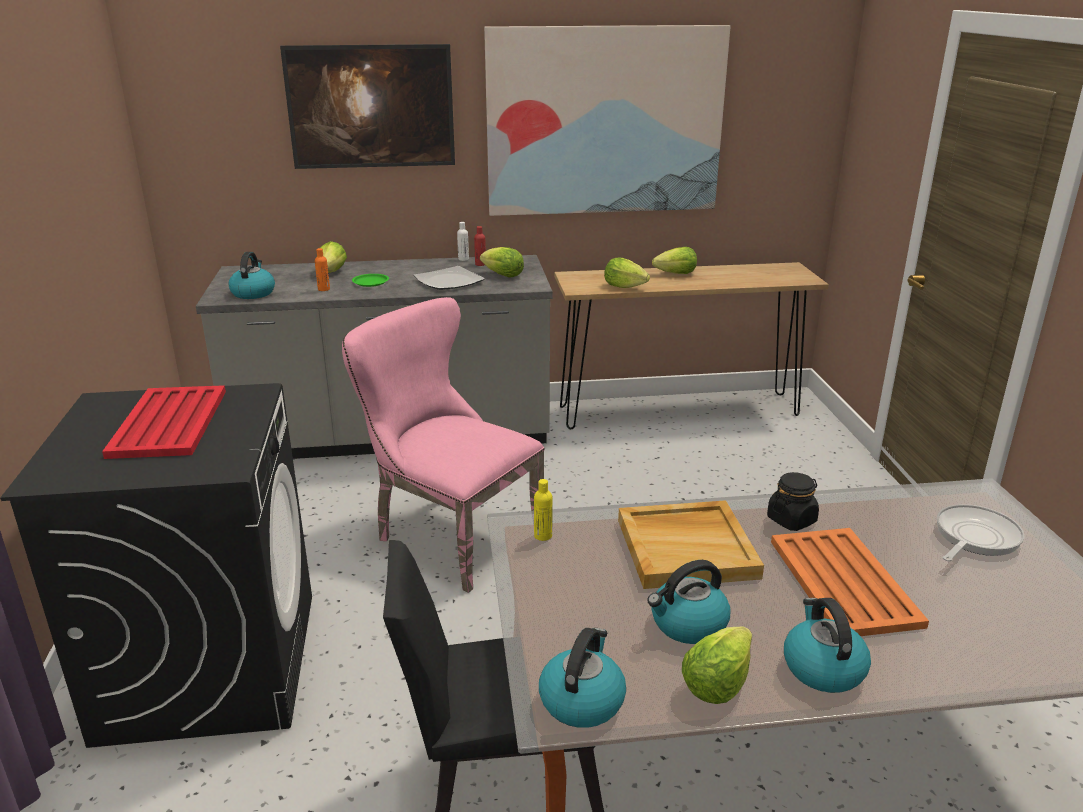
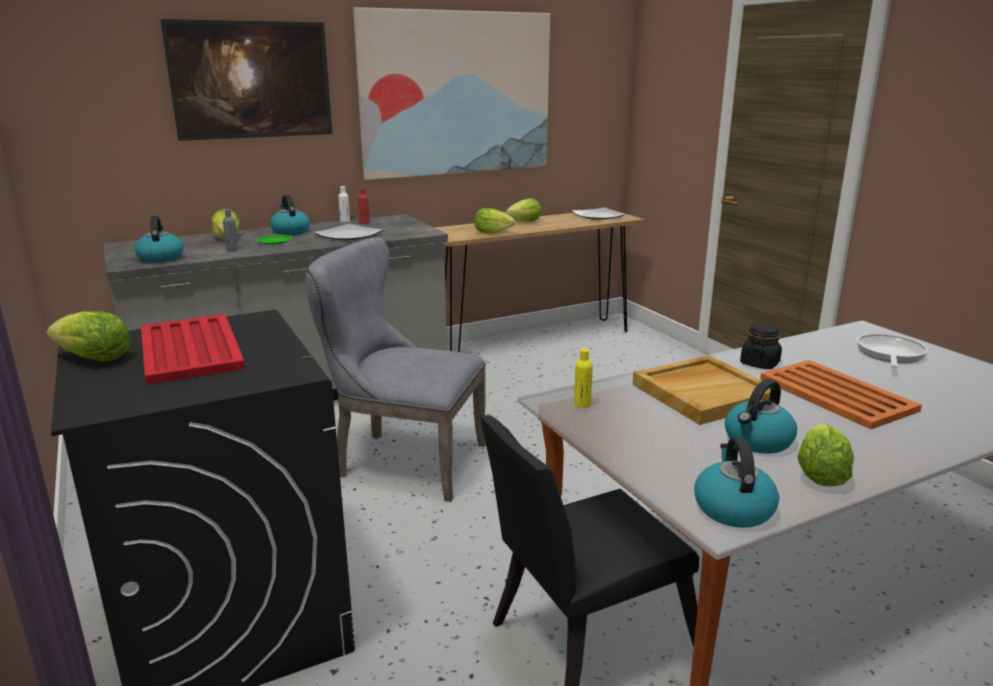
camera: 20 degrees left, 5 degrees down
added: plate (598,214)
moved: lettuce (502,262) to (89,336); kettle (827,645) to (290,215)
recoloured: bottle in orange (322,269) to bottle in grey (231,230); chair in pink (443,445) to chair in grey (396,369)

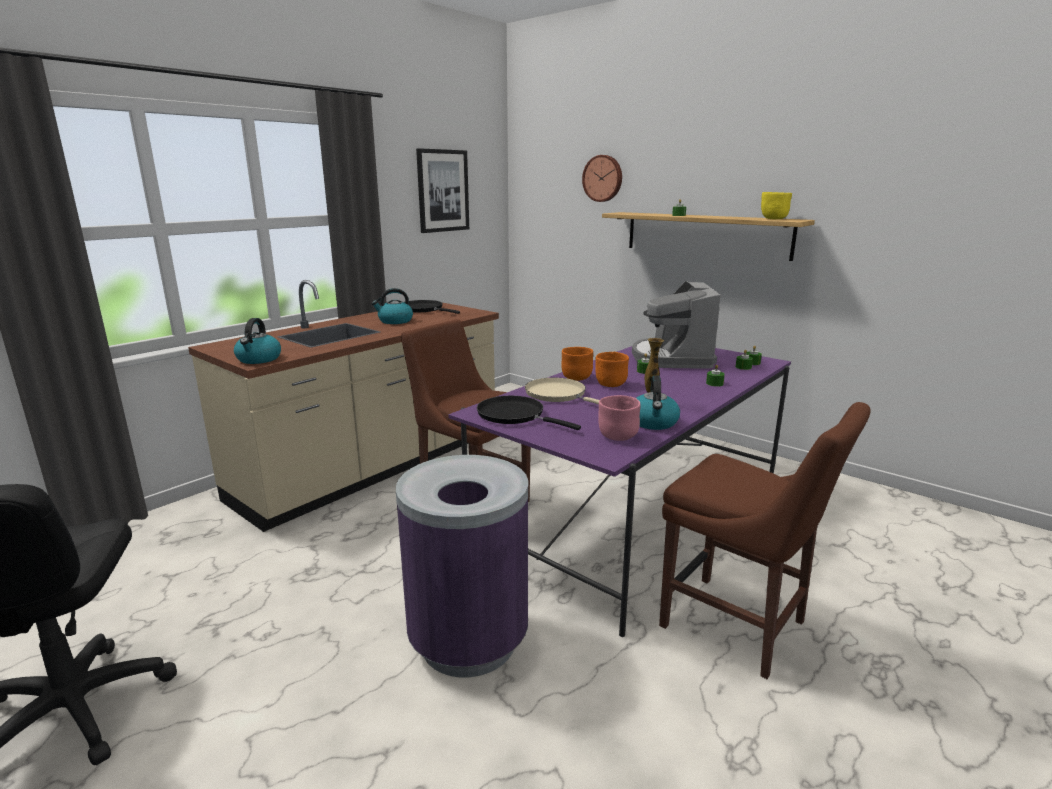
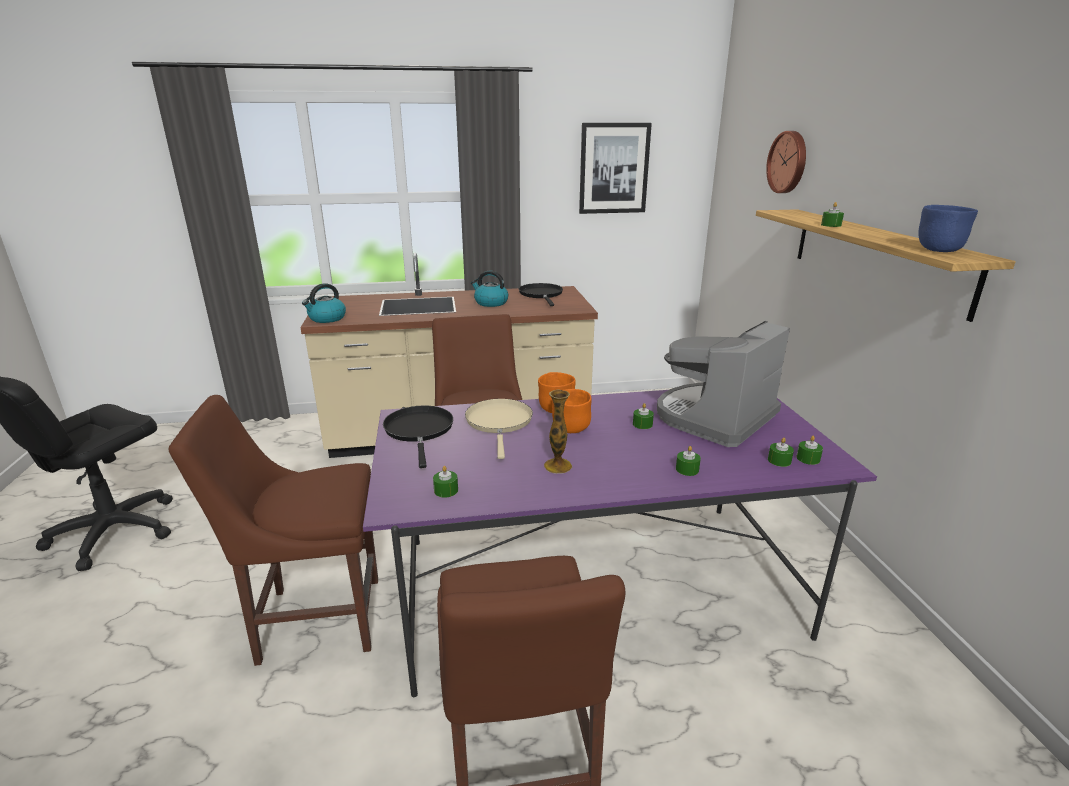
camera: 40 degrees right, 5 degrees up
removed: kettle (658,403)
replaced: trash can in purple (462,566) to chair in brown (273,530); bowl in pink (619,418) to candle in green (445,482)
recoloured: bowl in yellow (776,205) to bowl in blue (948,228)

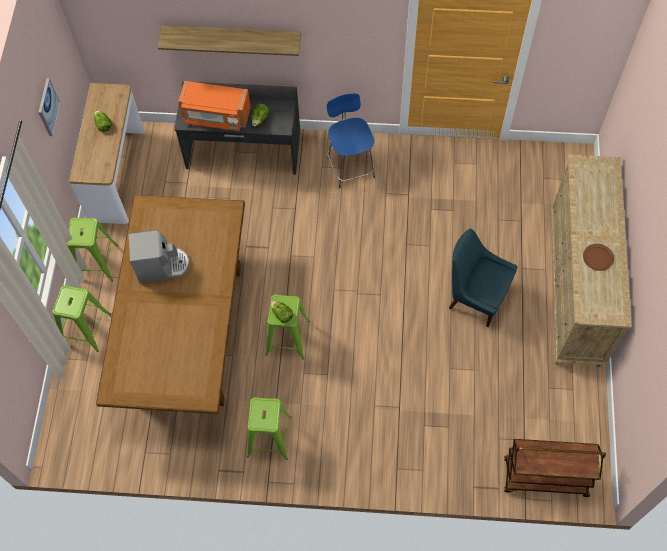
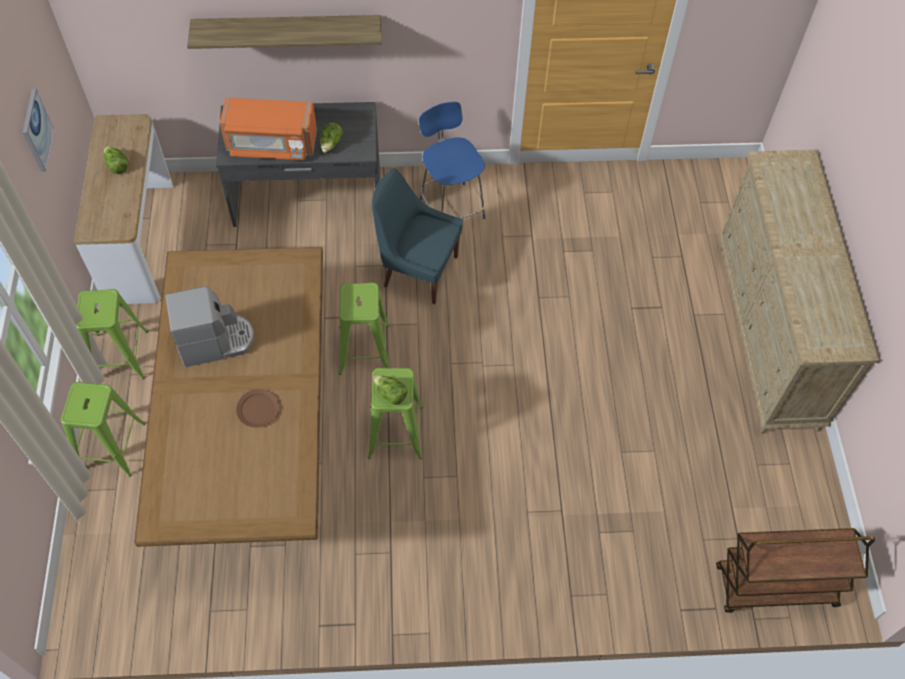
camera: 10 degrees left, 5 degrees down
moved: stool in green (269,428) to (364,328); chair in blue (483,278) to (417,236); plate in brown (598,257) to (258,408)

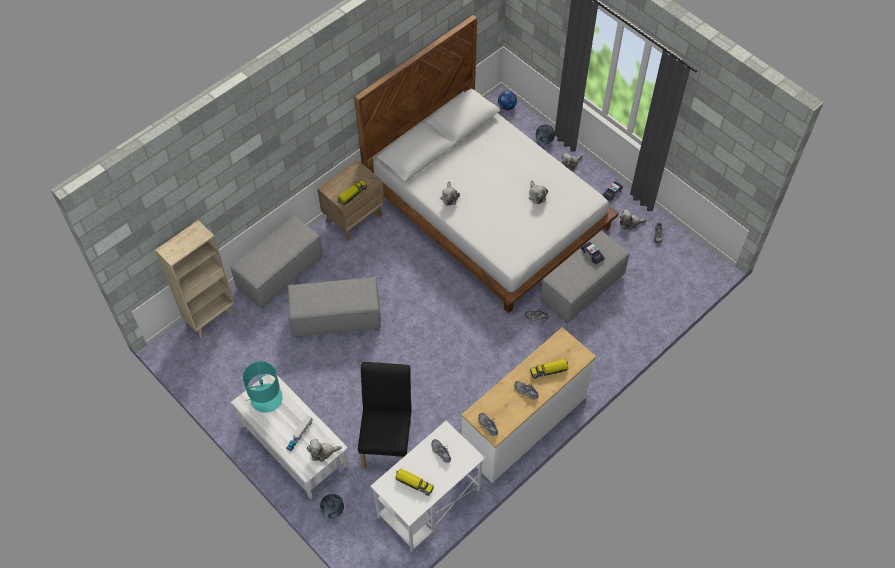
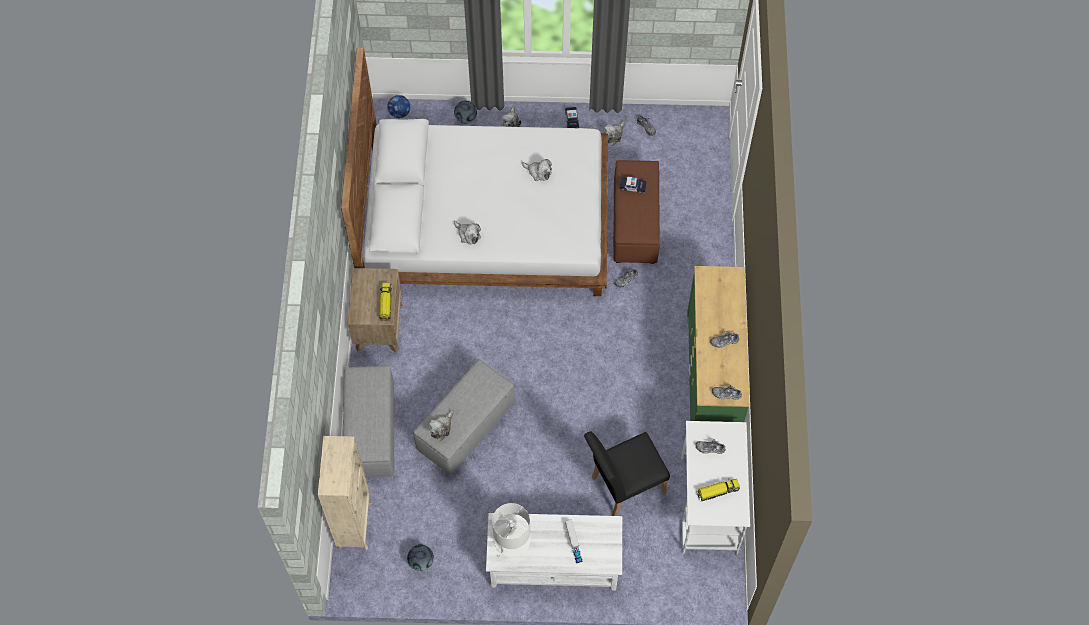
camera: 45 degrees left, 5 degrees up
removed: toy truck (549,369)
moved: plush toy (324,450) to (441,425); football (332,506) to (420,557)
recoloured: table lamp in turquoise (263,387) to table lamp in white (511,530); dresser in white (528,405) to dresser in green (718,344); ottoman in grey (585,276) to ottoman in brown (636,212)
turned: chair in black (385,415) = (627,473) 75 degrees counterclockwise

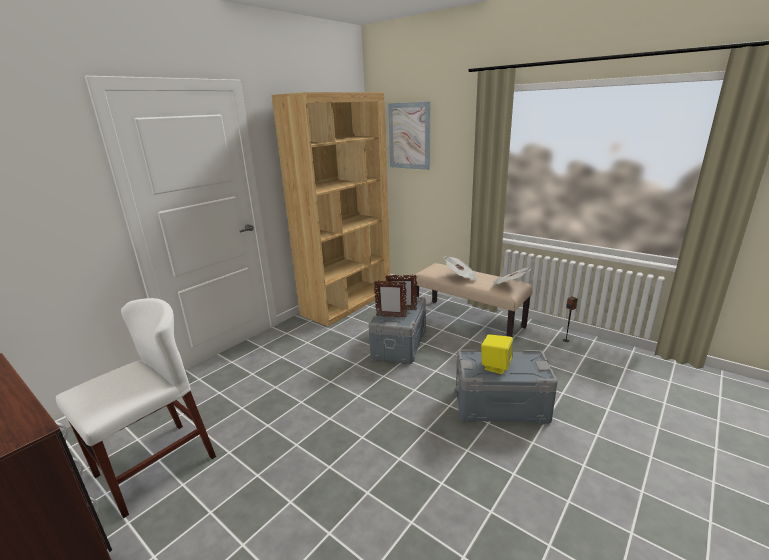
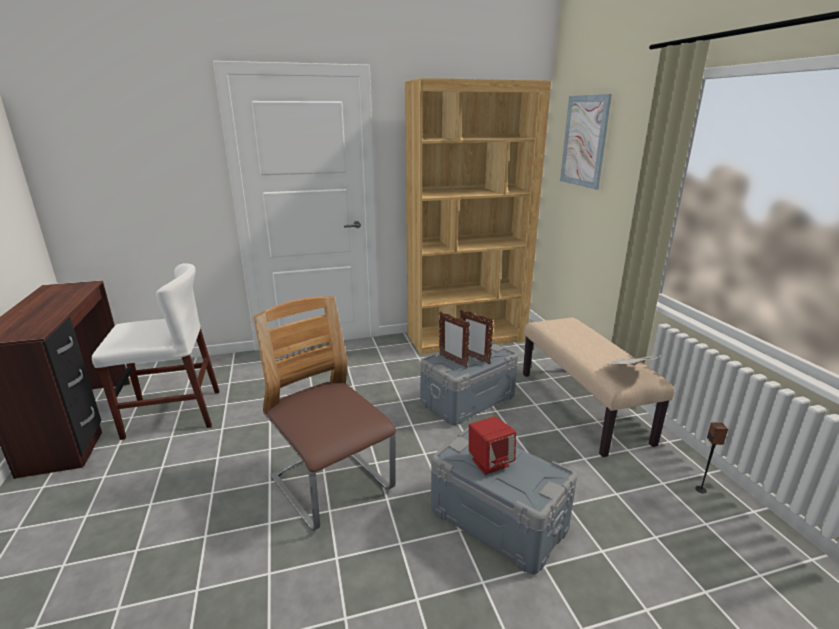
camera: 35 degrees right, 0 degrees up
removed: newspaper (460,268)
added: chair (324,413)
recoloured: speaker in yellow (497,354) to speaker in red (492,445)

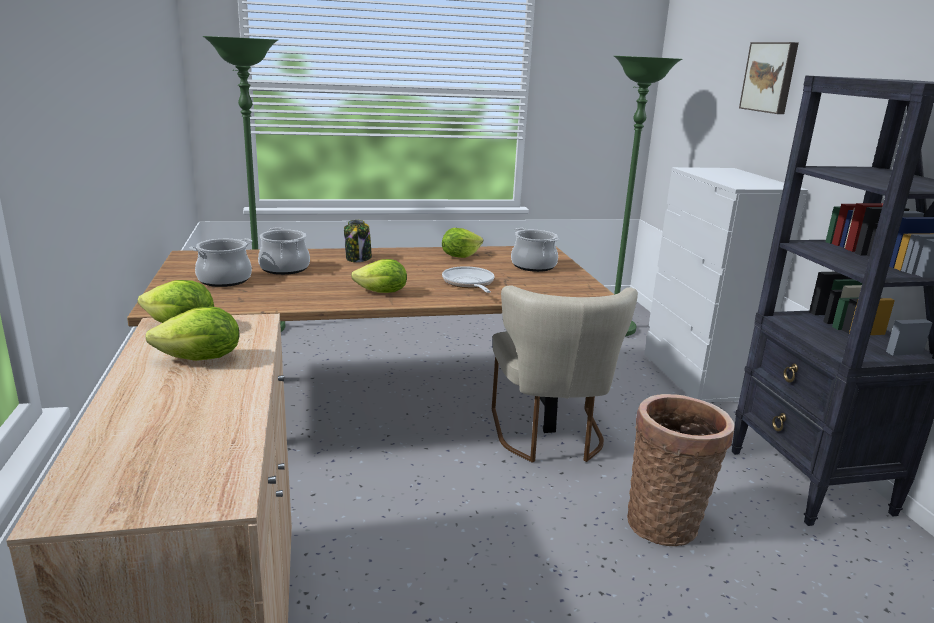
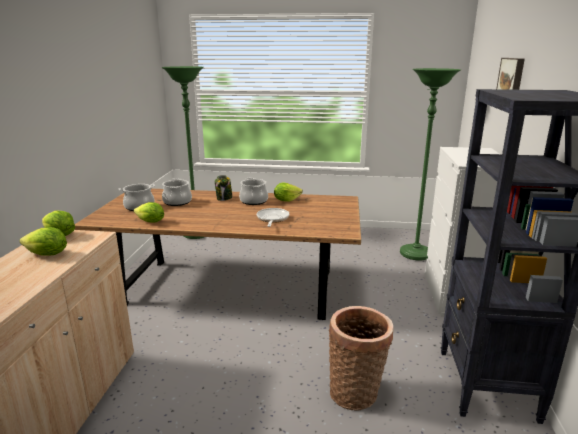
camera: 20 degrees right, 0 degrees up
removed: chair in beige (565,374)
moved: lettuce (379,276) to (149,212); cooking pot (535,250) to (253,191)

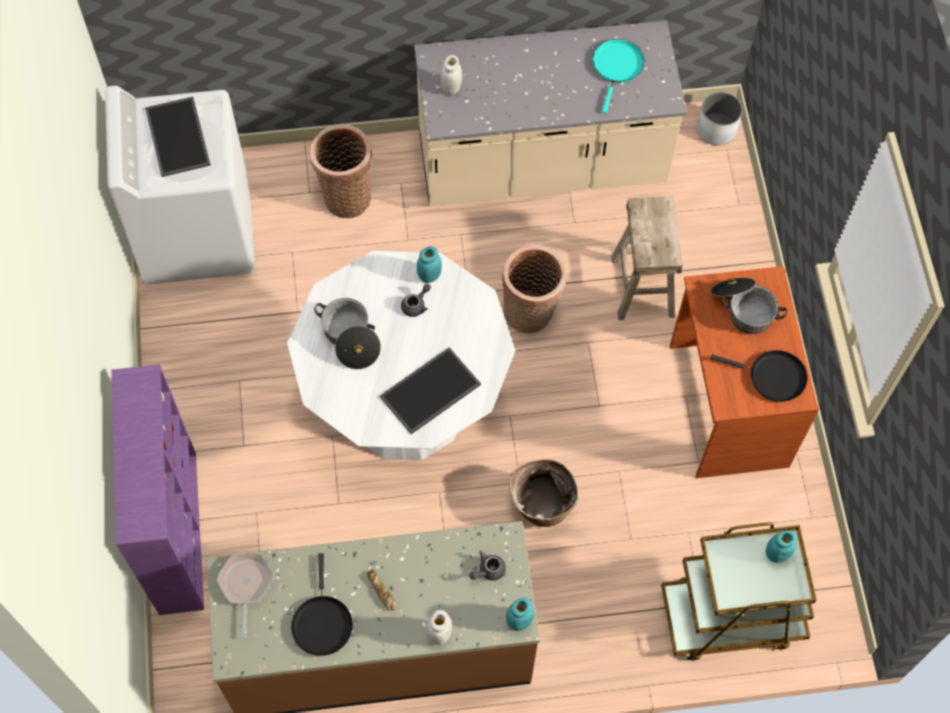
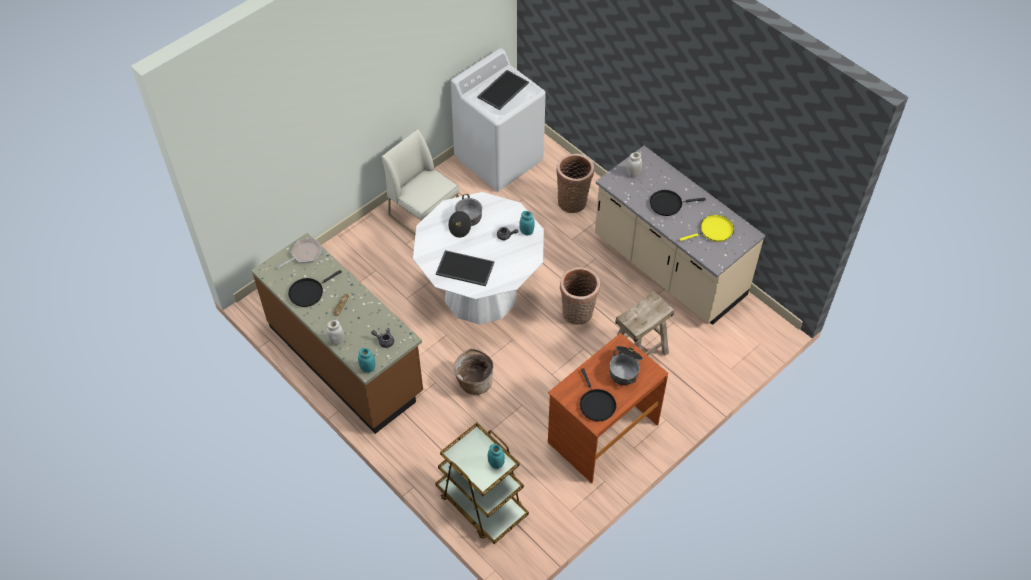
camera: 55 degrees right, 10 degrees down
removed: bookcase in purple (157,489); planter in white (720,118)
added: chair in white (420,182); frying pan in black (678,203)
recoloured: frying pan in turquoise (618,76) to frying pan in yellow (706,228)

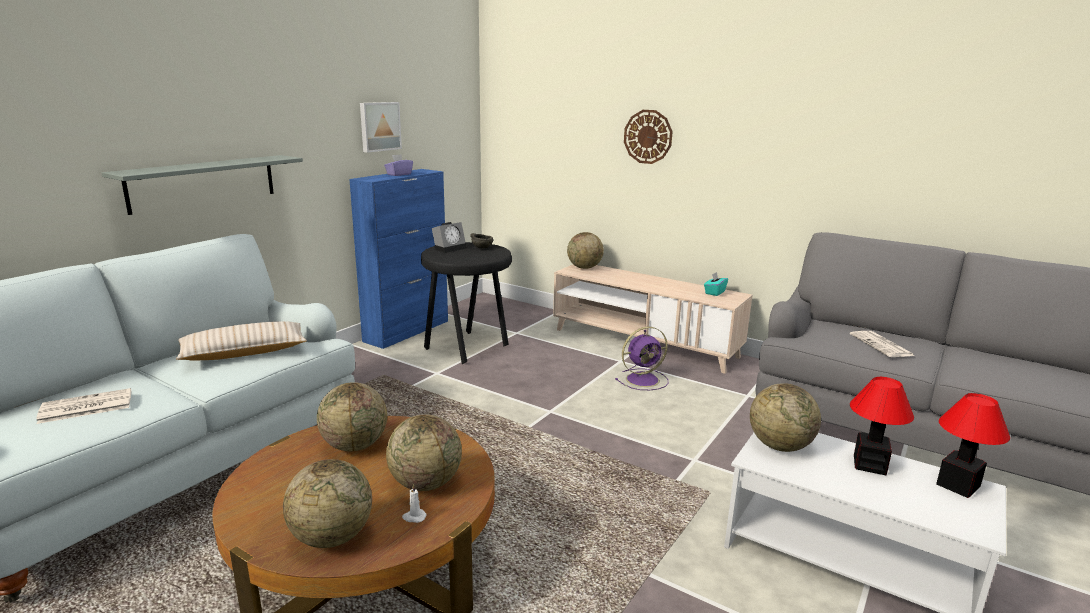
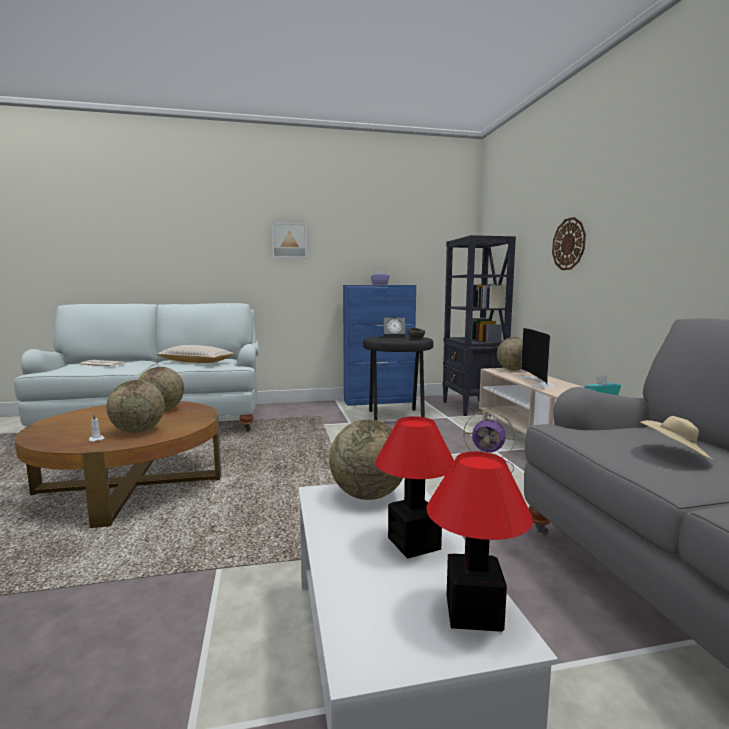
camera: 45 degrees right, 10 degrees down
removed: shelf in grey (202,185); globe (327,503)
added: bookcase in black (479,325); television (536,358)
moved: picture (381,127) to (289,240)
replaced: newspaper (882,344) to hat in beige (677,438)

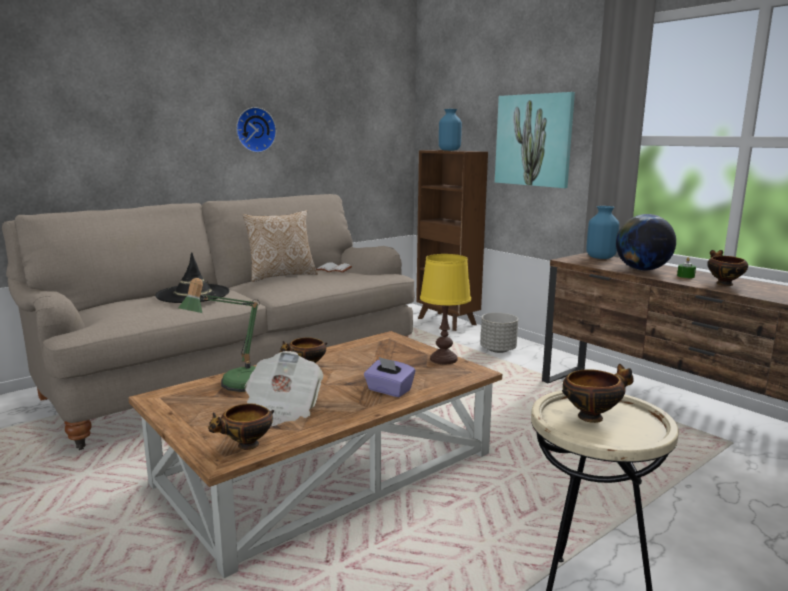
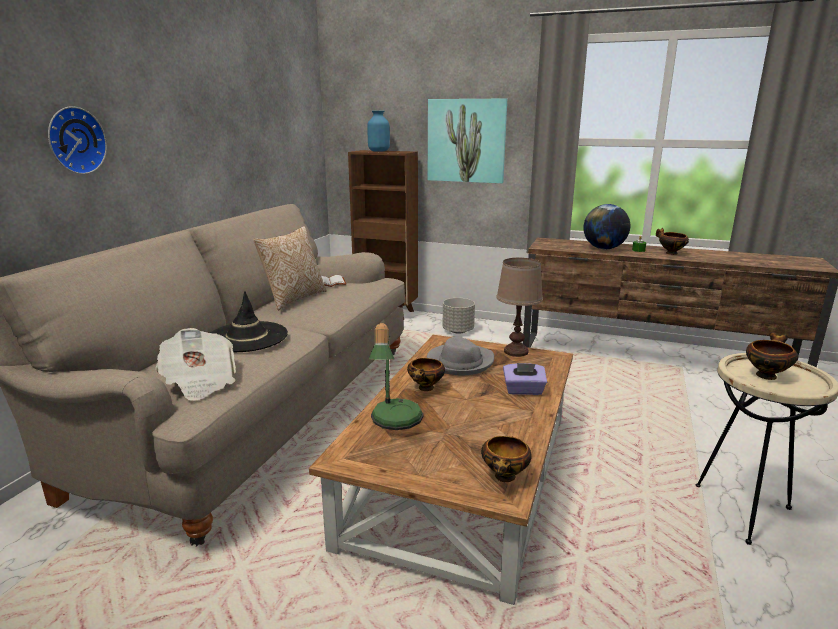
camera: 30 degrees left, 5 degrees up
removed: vase in blue (602,232)
added: hat in grey (460,356)
moved: wall clock (256,130) to (77,140); newspaper (284,388) to (196,364)
recoloured: table lamp in yellow (445,309) to table lamp in brown (519,307)

